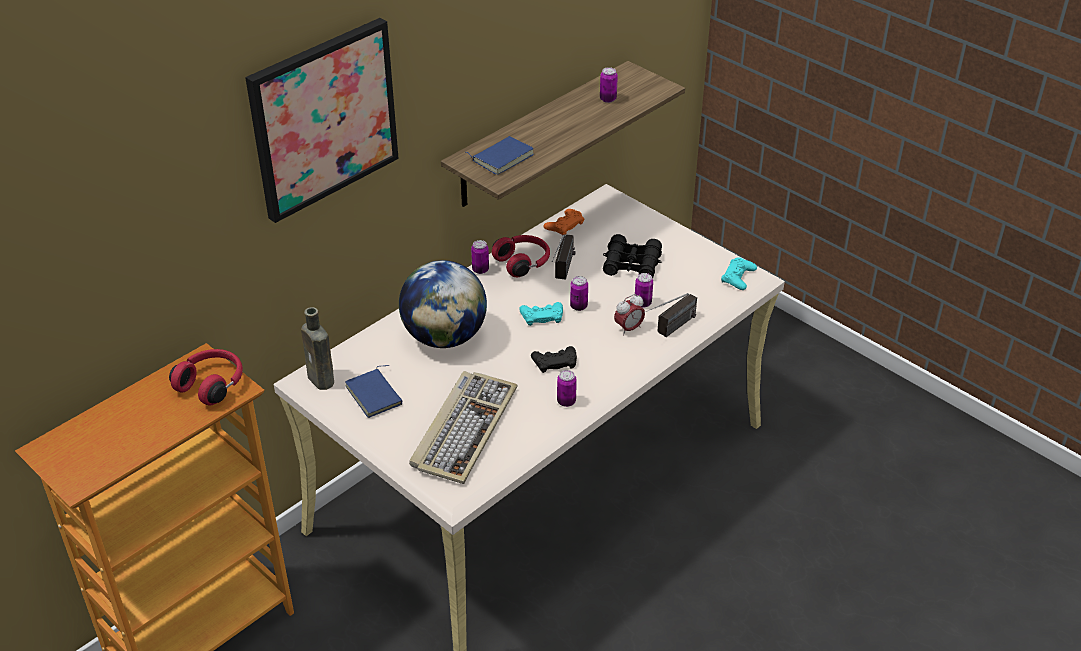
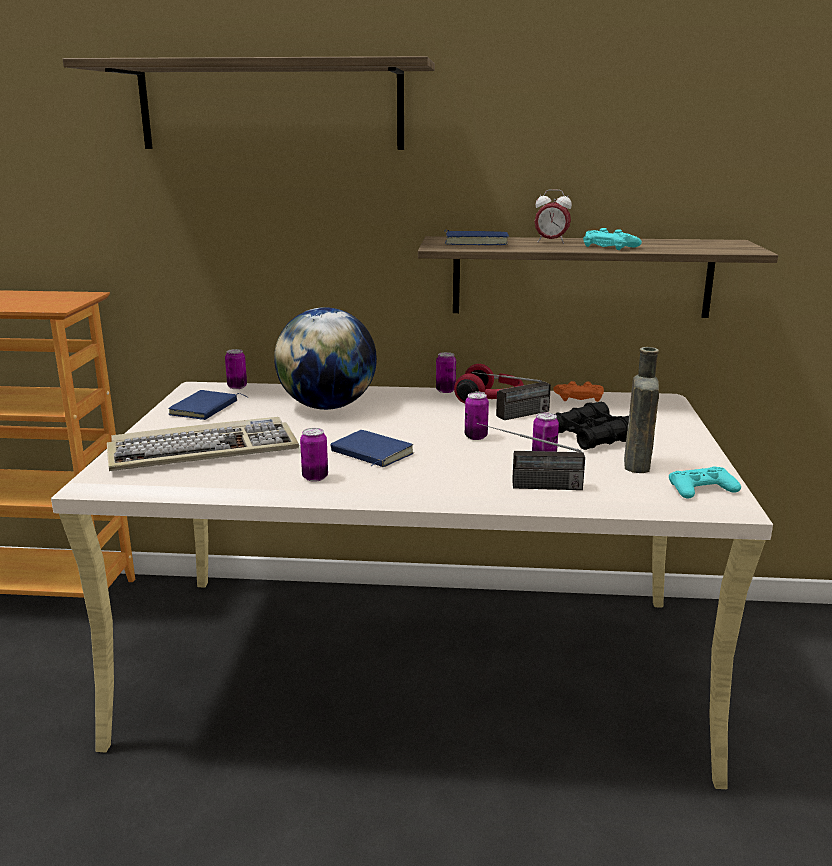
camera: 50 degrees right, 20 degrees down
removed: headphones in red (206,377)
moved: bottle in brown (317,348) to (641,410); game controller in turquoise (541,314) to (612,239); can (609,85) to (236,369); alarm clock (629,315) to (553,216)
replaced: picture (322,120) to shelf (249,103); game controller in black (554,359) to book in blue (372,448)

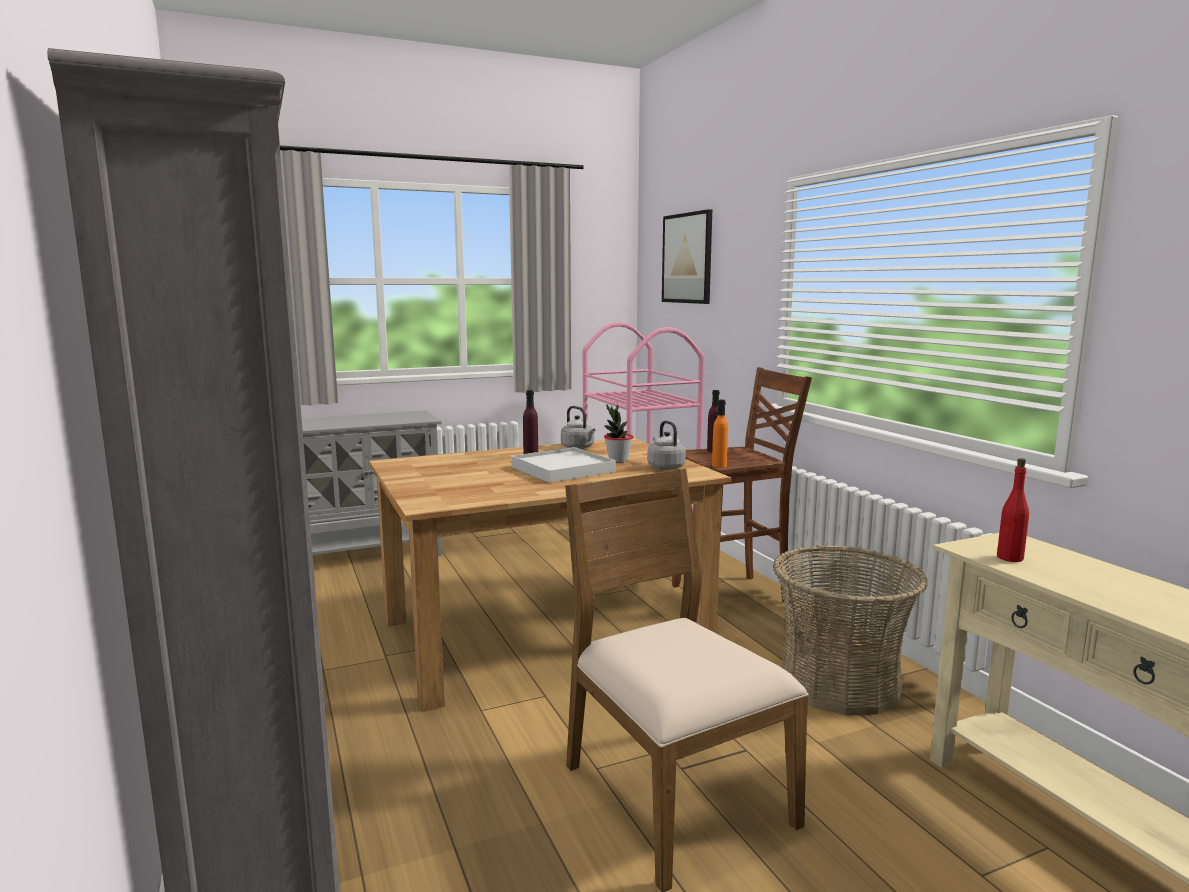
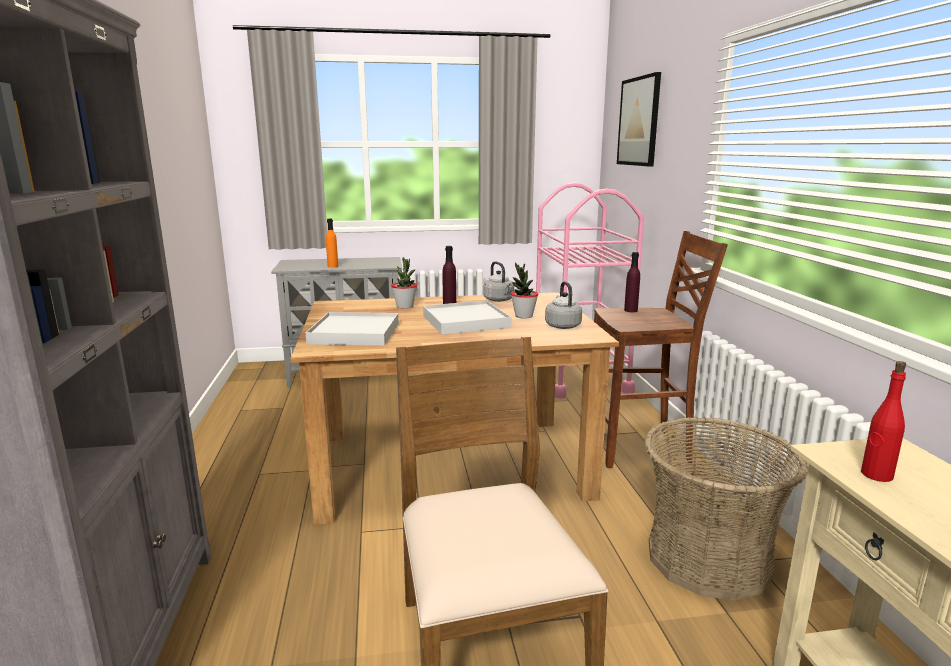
camera: 15 degrees right, 5 degrees up
added: tray in white (352,329); potted plant (404,283)
moved: bottle in orange (720,434) to (332,243)

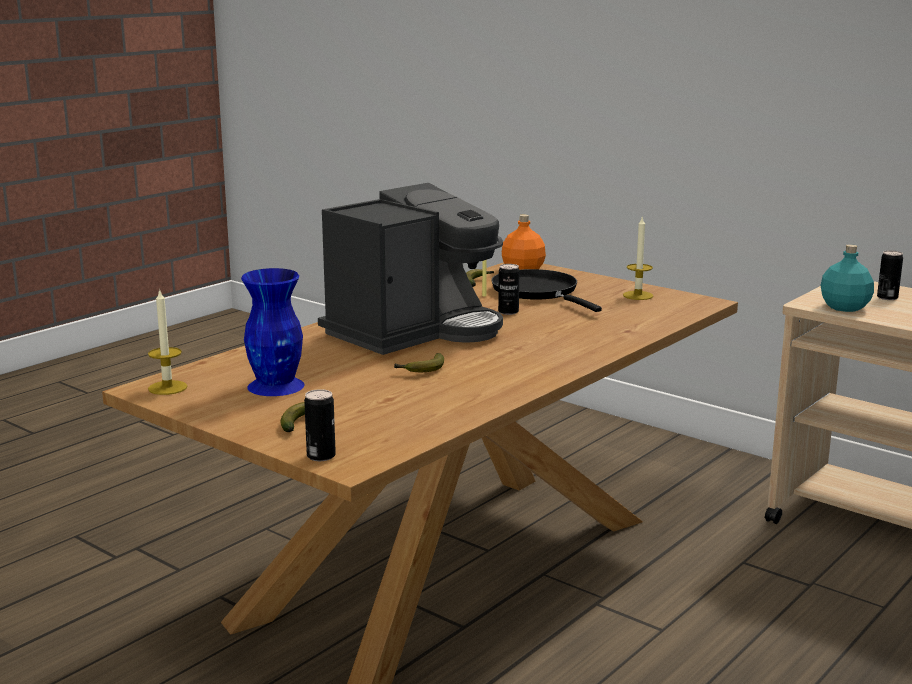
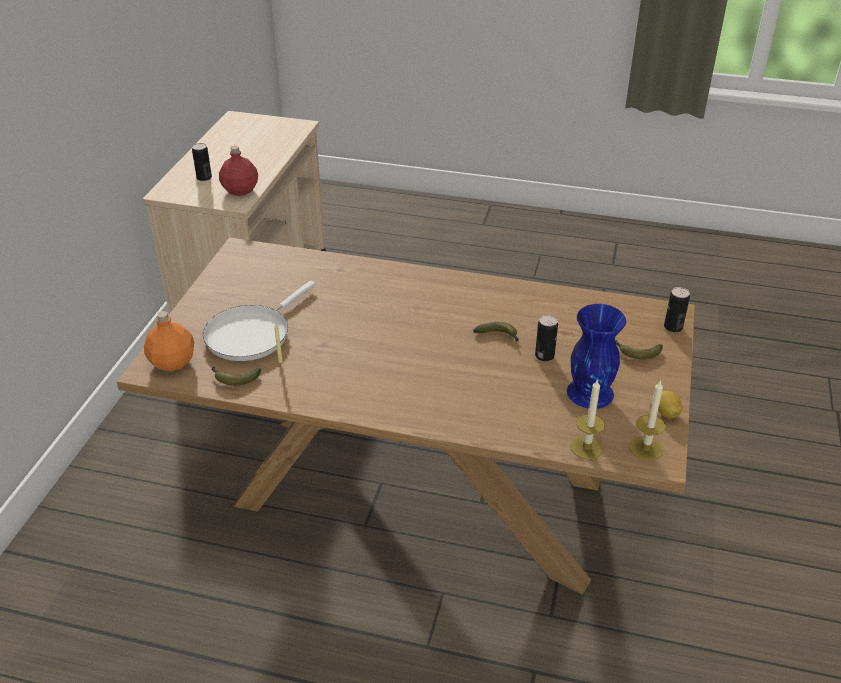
camera: 115 degrees left, 20 degrees up
removed: coffee machine (410,269)
added: lemon (670,404)
moved: can (509,289) to (546,338); candle (638,258) to (587,419)
recoloured: frying pan in black (546,290) to frying pan in white (259,321); bottle in turquoise (847,278) to bottle in red (238,171)

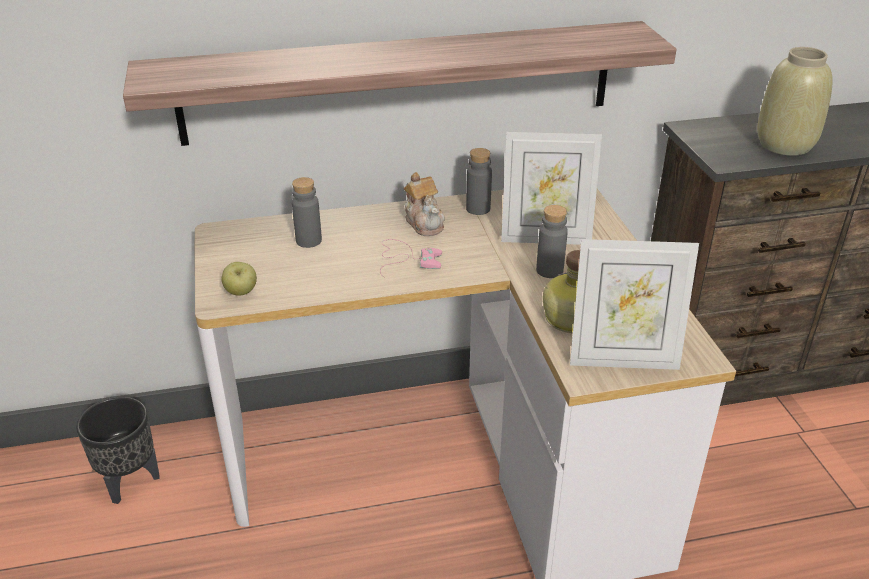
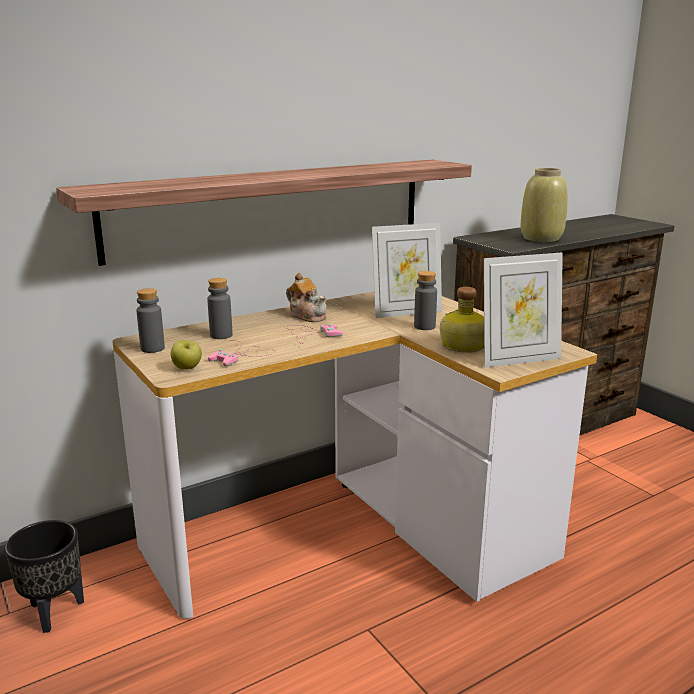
camera: 20 degrees left, 15 degrees down
added: game controller in pink (242,353)
moved: bottle in grey (479,181) to (150,320)

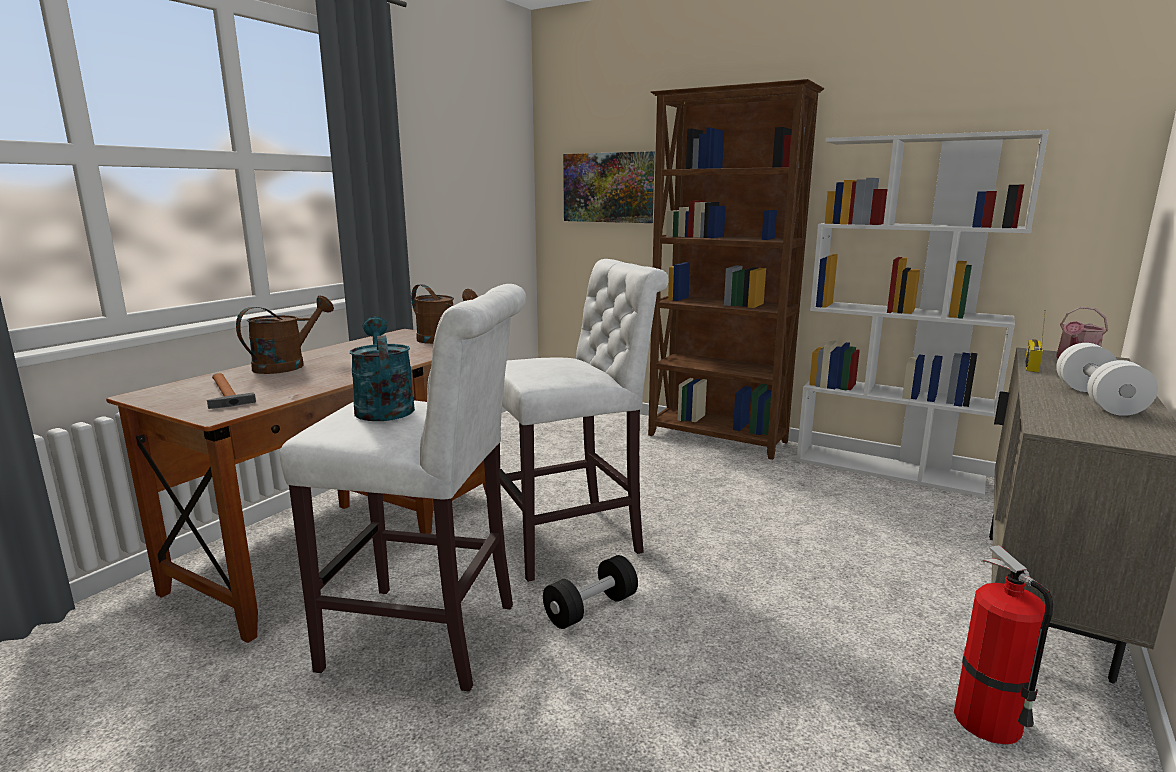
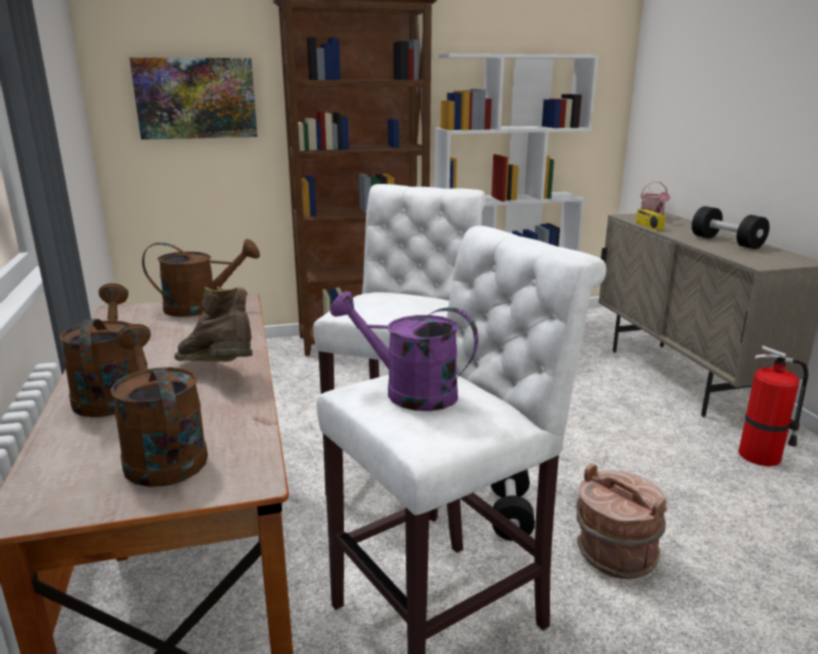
camera: 45 degrees left, 5 degrees up
added: boot in brown (213,324); bucket in brown (621,521)
replaced: hammer (231,391) to watering can in brown (159,405)
recoloured: watering can in turquoise (382,369) to watering can in purple (404,351); dumbbell in white (1107,379) to dumbbell in black (731,227)

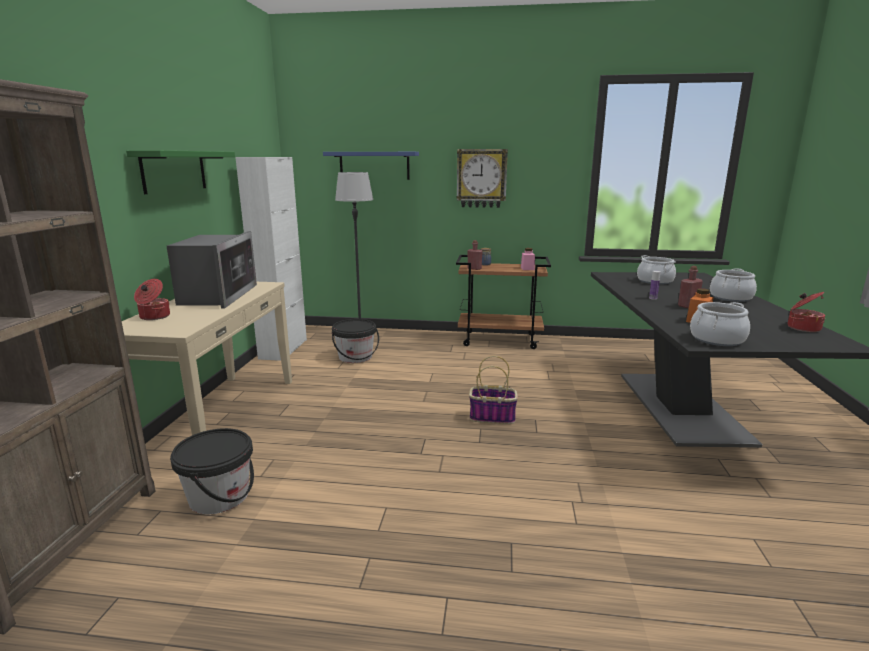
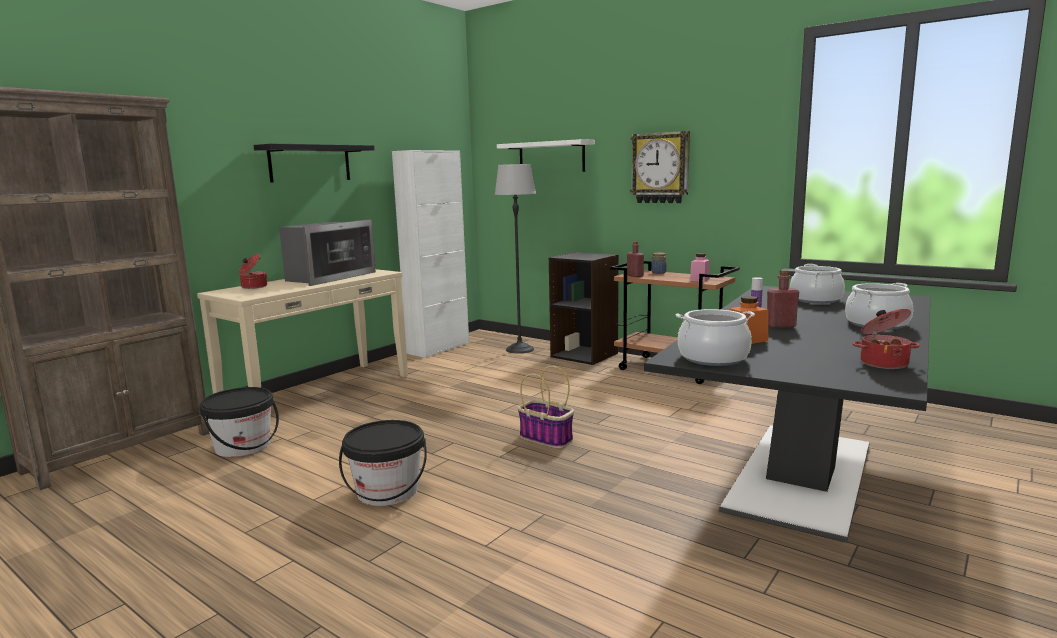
camera: 30 degrees right, 5 degrees down
added: bookcase in black (584,308)
moved: bucket in black (355,341) to (383,463)
recoloured: shelf in green (180,172) to shelf in black (314,163); shelf in blue (371,166) to shelf in white (546,155)

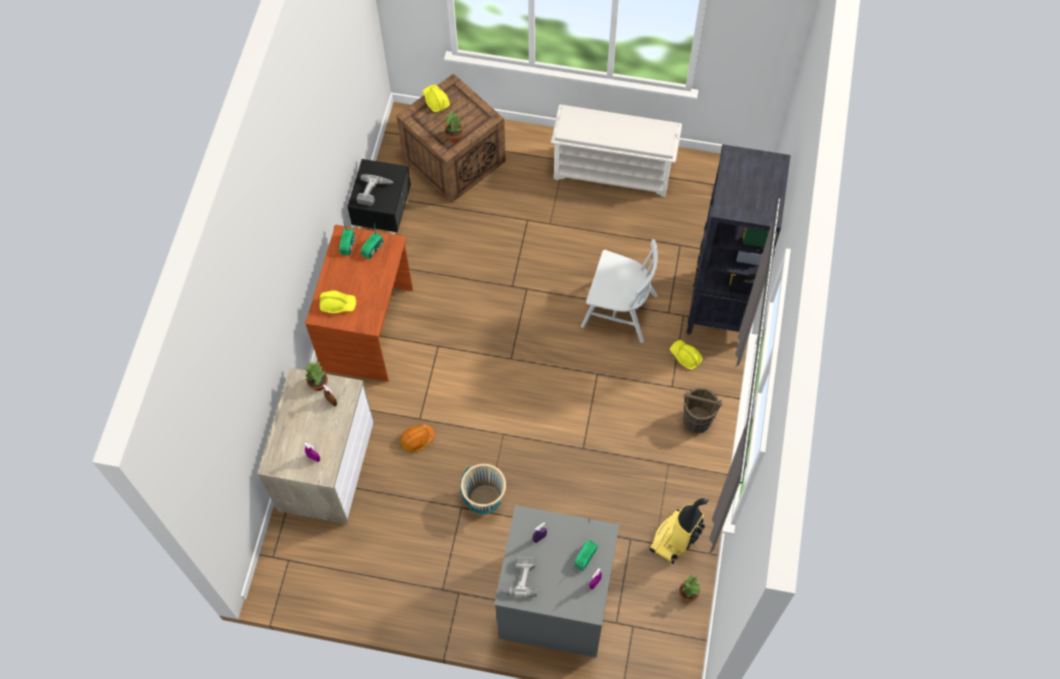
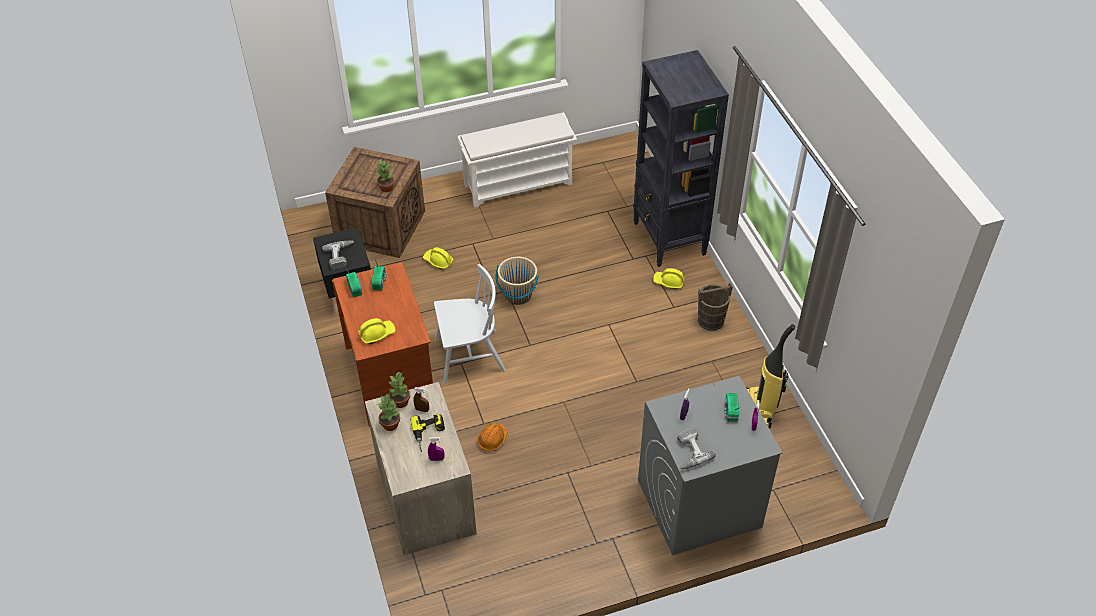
camera: 30 degrees left, 15 degrees down
added: power drill (427,433)
moved: hard hat in yellow (436,98) to (438,258); bucket in beige (483,489) to (517,281); chair in white (619,291) to (470,323); potted plant (690,588) to (388,412)

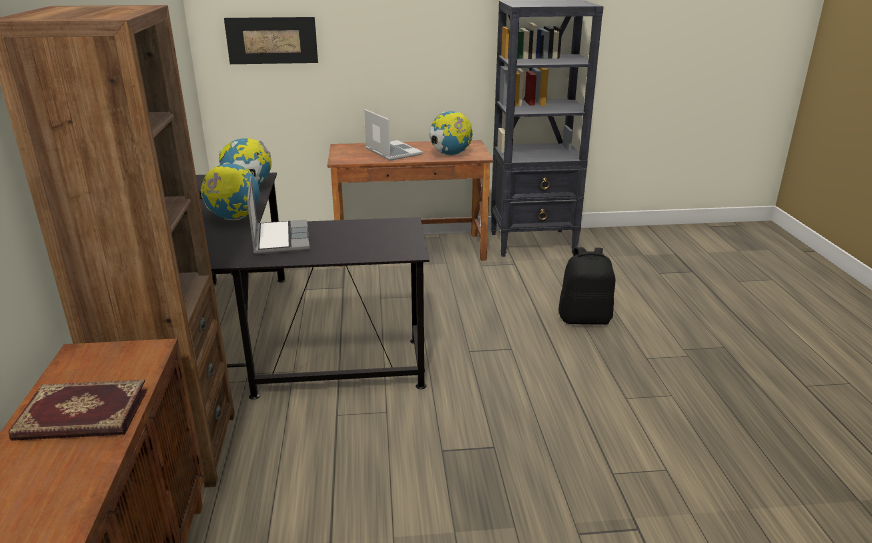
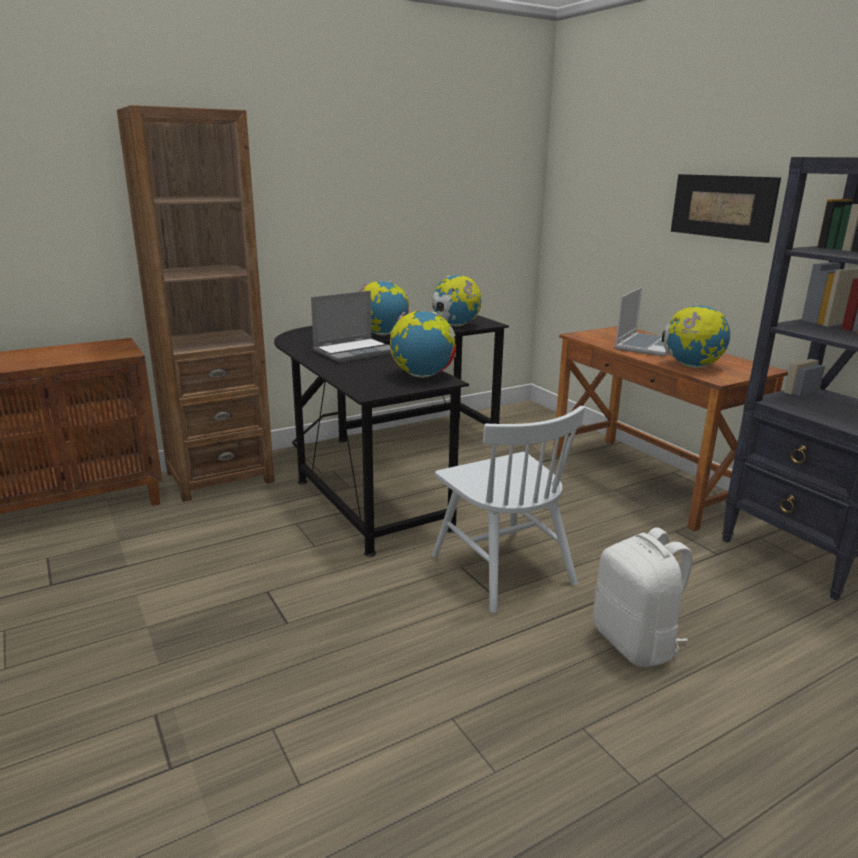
camera: 65 degrees right, 5 degrees down
removed: book (78,410)
added: globe (423,344); chair in white (508,509)
moved: picture (271,40) to (726,208)
recoloured: backpack in black (586,286) to backpack in white (643,597)

